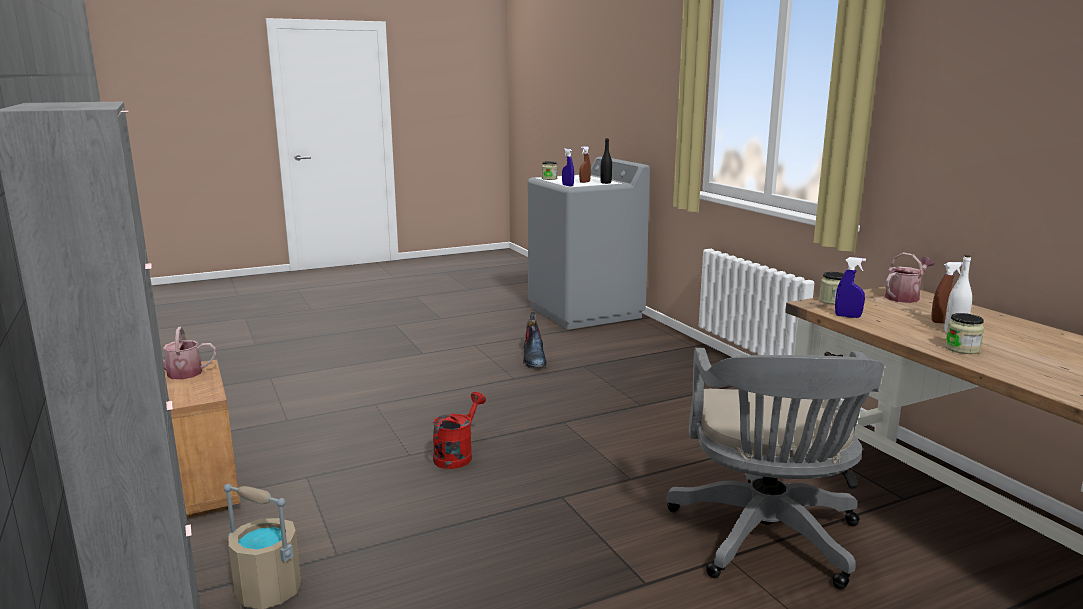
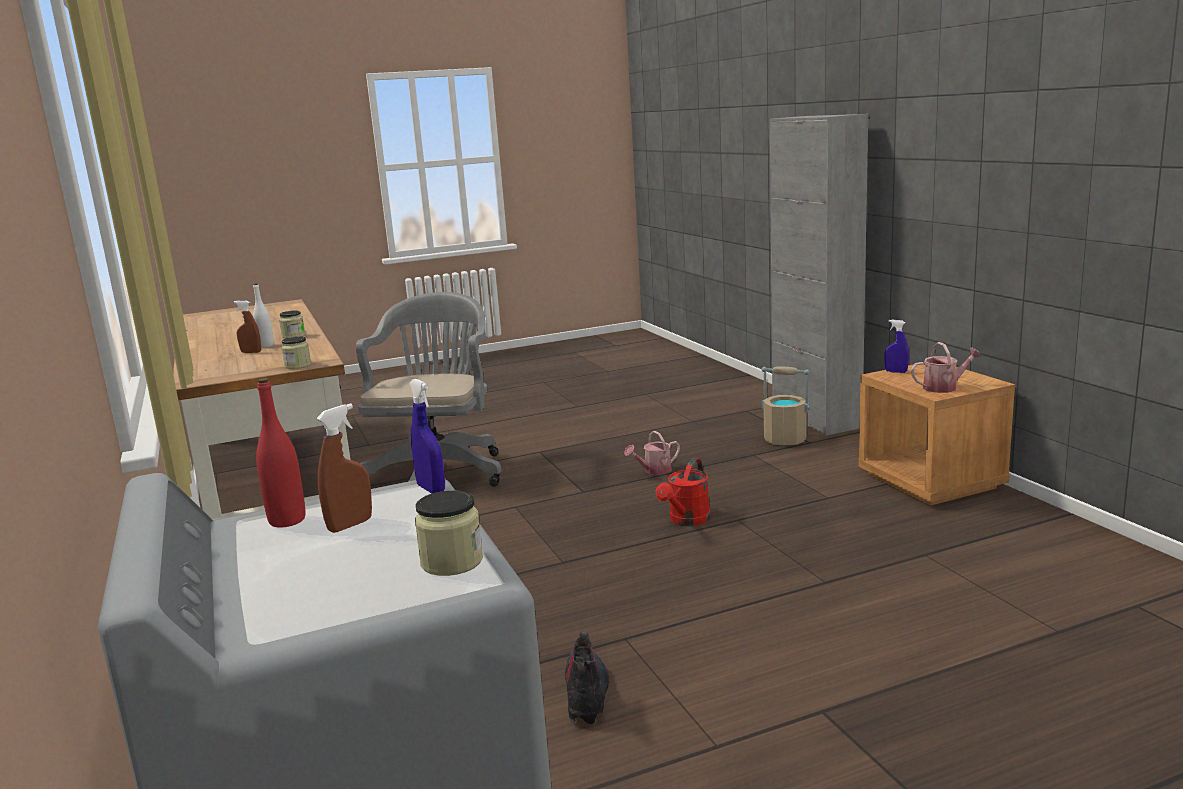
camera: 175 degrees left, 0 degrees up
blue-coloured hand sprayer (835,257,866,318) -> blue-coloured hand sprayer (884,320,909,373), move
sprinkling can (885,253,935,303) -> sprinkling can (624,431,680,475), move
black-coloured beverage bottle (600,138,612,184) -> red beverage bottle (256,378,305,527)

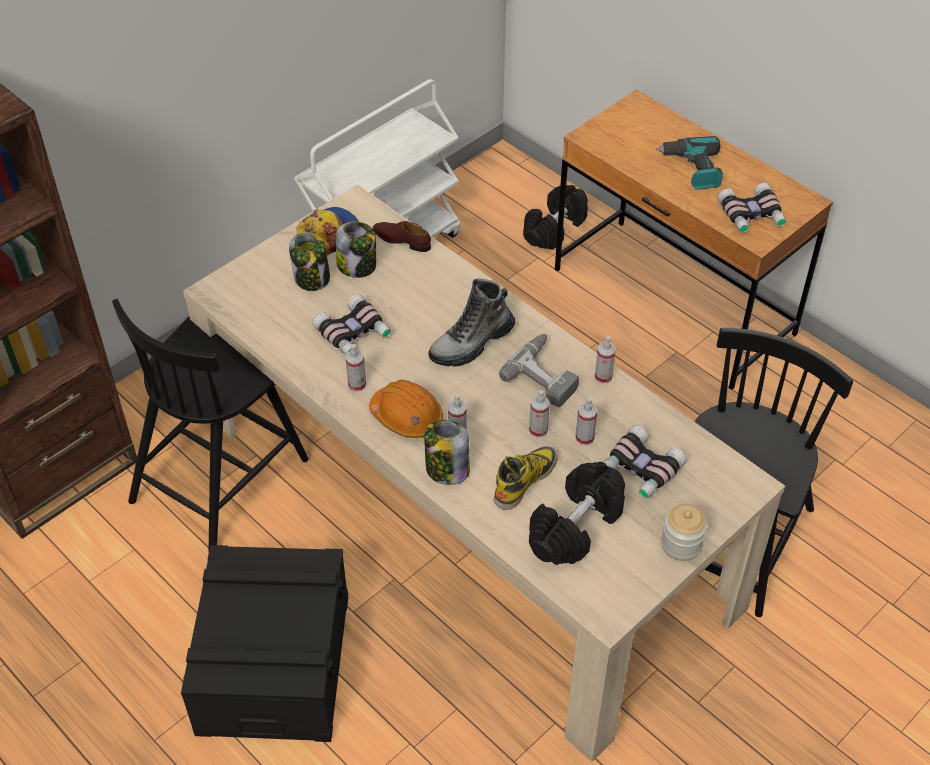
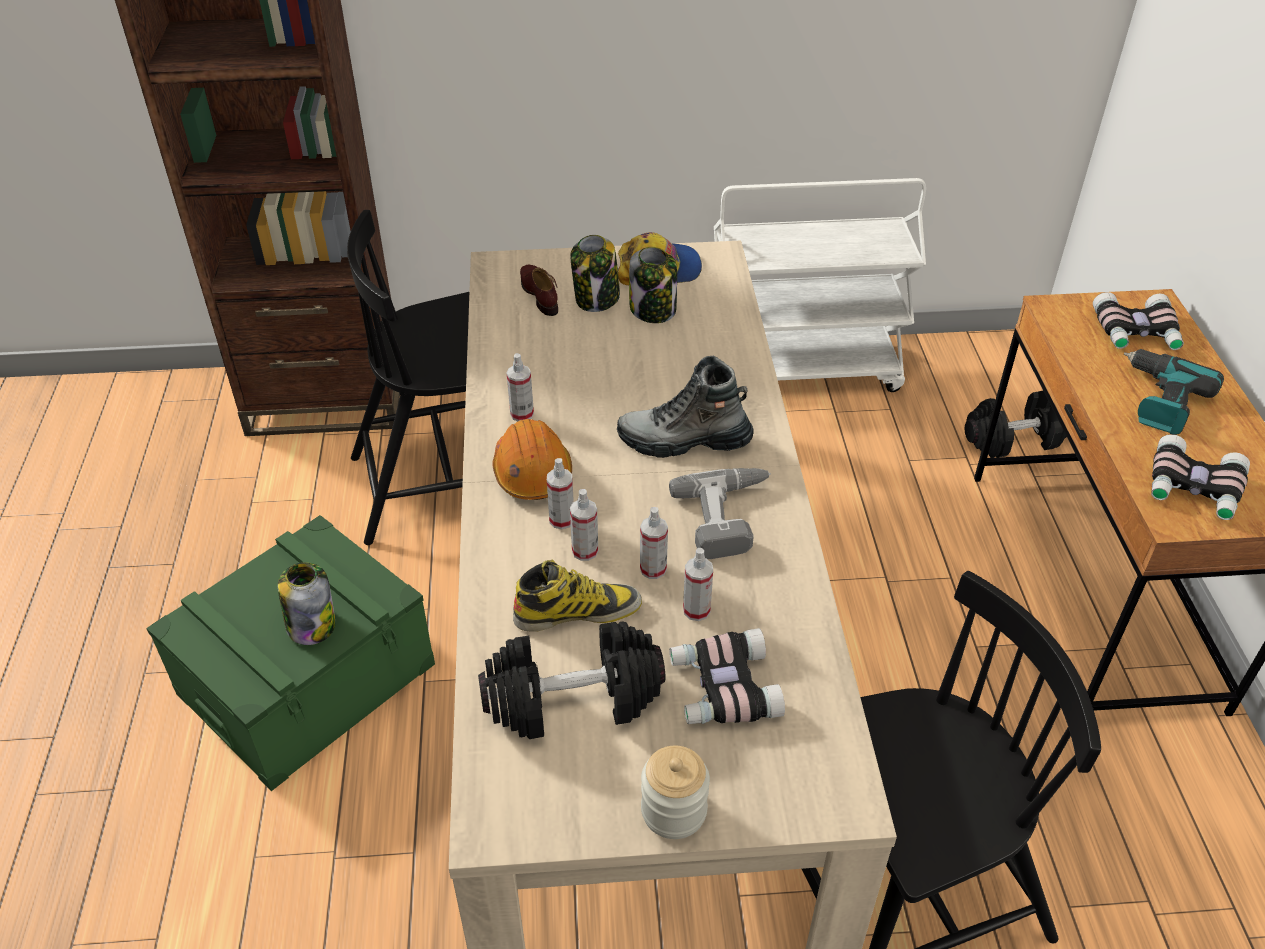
camera: 40 degrees right, 5 degrees down
binoculars (312,294,391,355) -> binoculars (1093,292,1184,350), move
brownish low shoe (373,221,431,252) -> brownish low shoe (520,265,558,316), move
jar (424,420,470,485) -> jar (278,562,336,645), move
hand sprayer (595,336,616,383) -> hand sprayer (570,489,598,561), move
black-coloured storage container (181,545,348,742) -> green-coloured storage container (146,515,435,791)

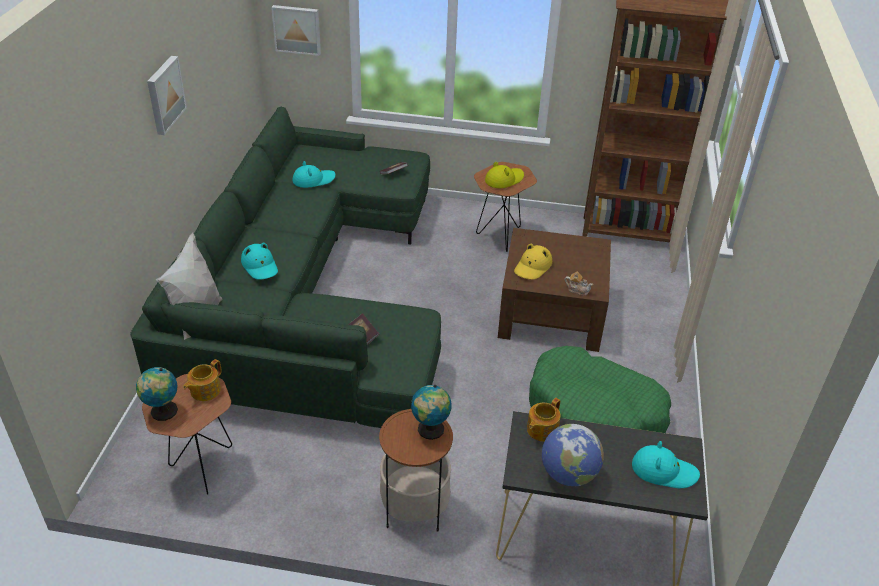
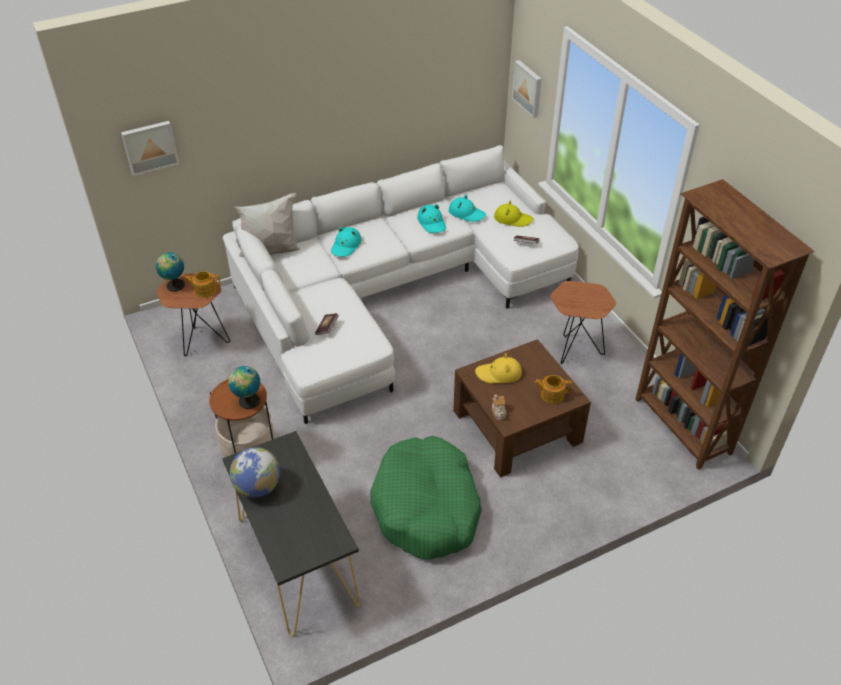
camera: 55 degrees right, 5 degrees up
wall picture (147,56,187,135) -> wall picture (121,121,179,176), move
yellow hat (485,162,524,188) -> yellow hat (494,201,533,227), move
pot for tea (527,398,561,442) -> pot for tea (534,375,572,404), move
turquoise-coloured hat (632,441,700,488) -> turquoise-coloured hat (417,204,446,233), move
green-coloured settee (130,107,441,428) -> whitish settee (223,145,579,424)

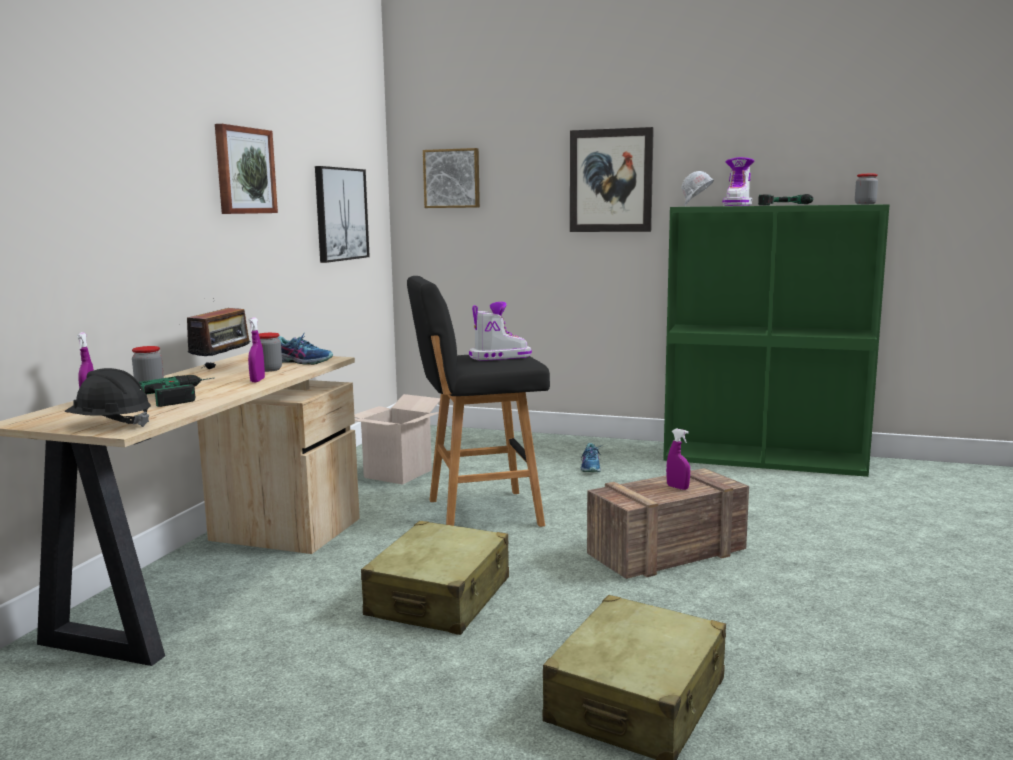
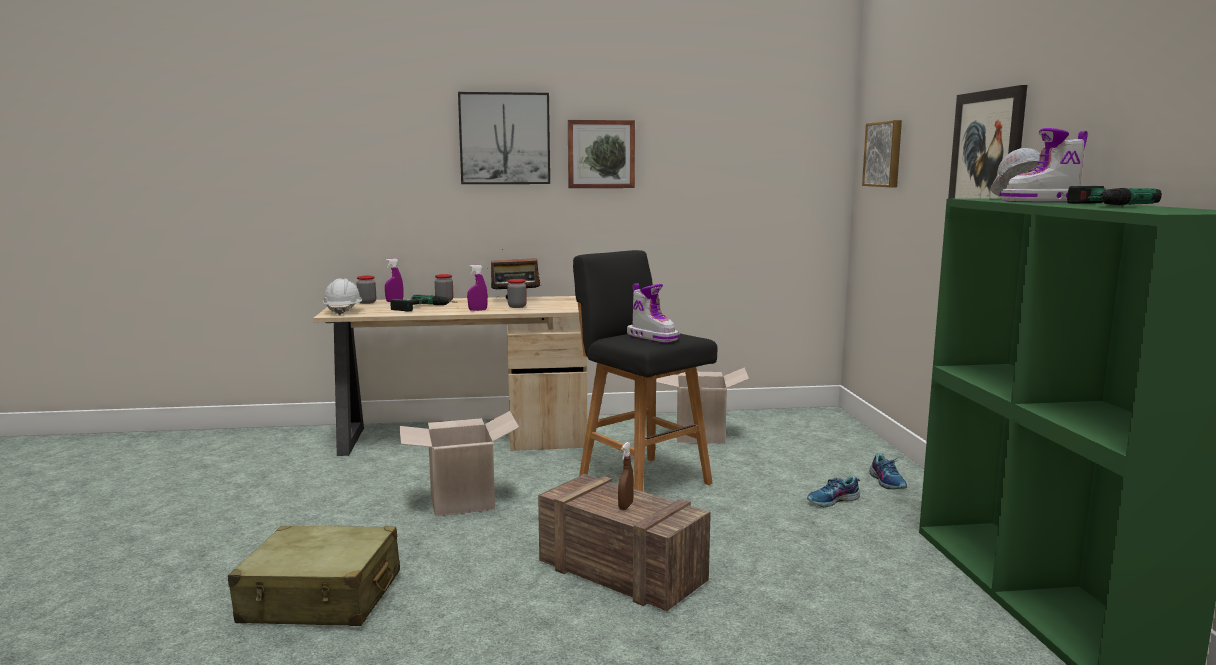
camera: 65 degrees right, 0 degrees up
low shoe (278,333,333,365) -> low shoe (869,454,907,489), move
wall picture (315,166,370,263) -> wall picture (458,92,550,184), move
jar (855,174,878,205) -> jar (357,276,376,304), move
beige piece of luggage (361,521,509,635) -> cardboard box (399,411,519,516)
black-coloured work helmet (65,368,151,427) -> whitish work helmet (322,278,362,315)
purple hand sprayer (666,429,690,490) -> brownish hand sprayer (618,442,634,510)

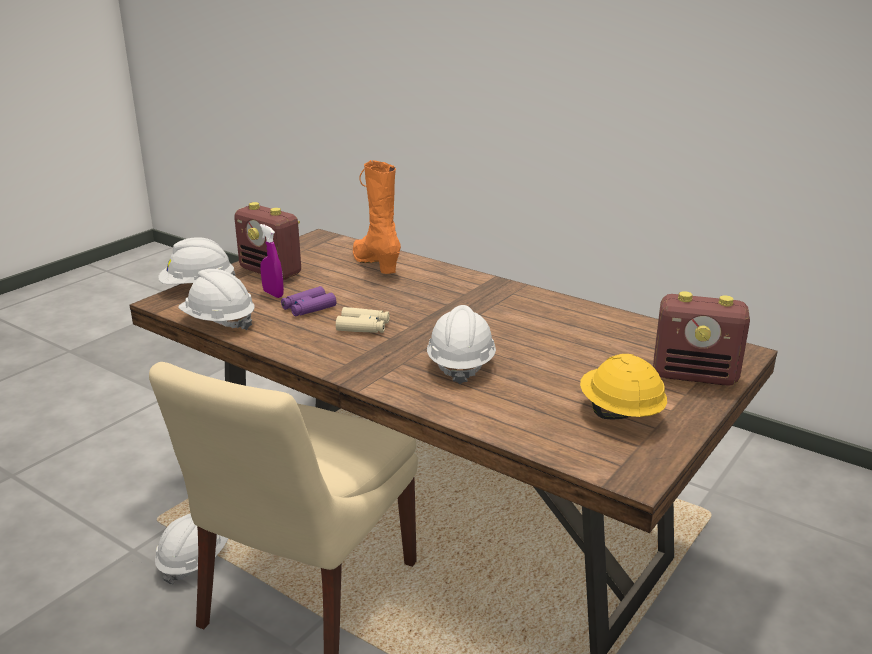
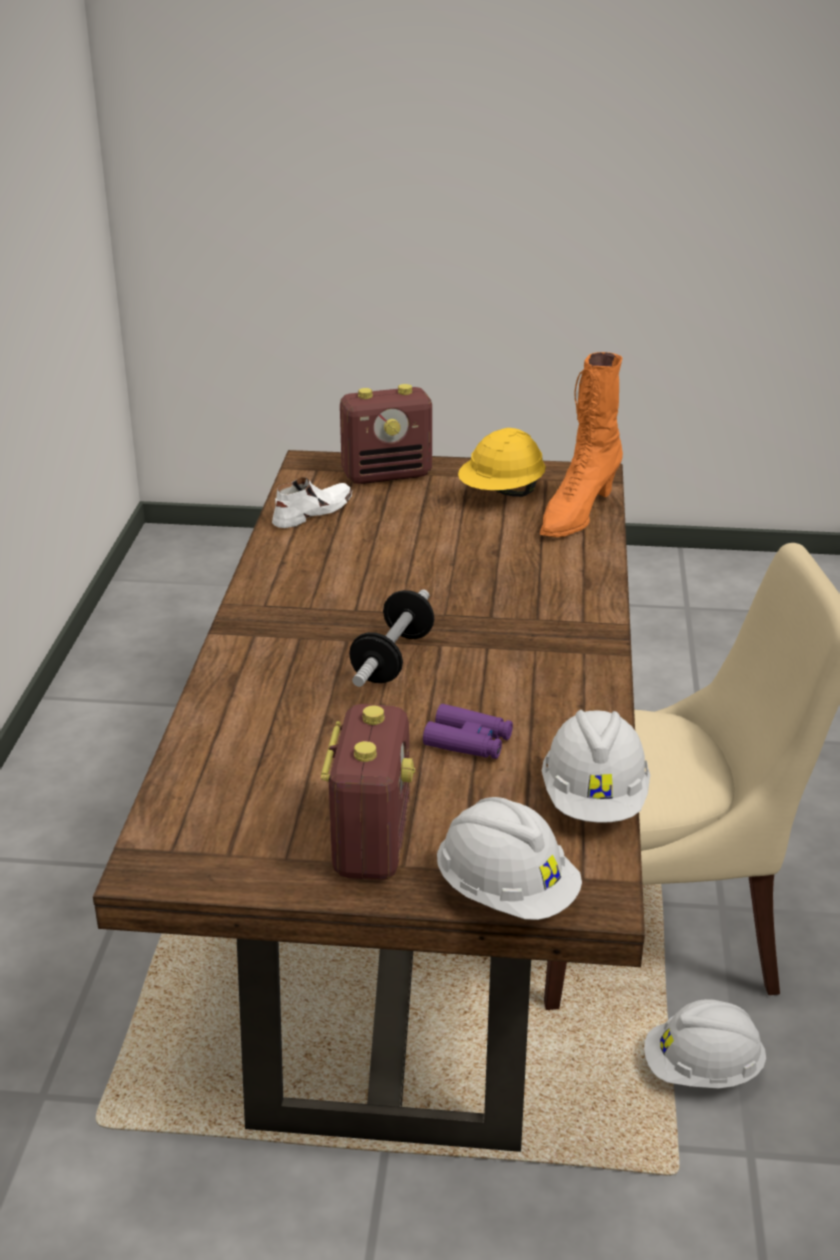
camera: 120 degrees left, 5 degrees up
purple hand sprayer (260,224,284,298) -> none
beige binoculars (336,307,390,333) -> none
whitish work helmet (427,305,496,384) -> none
none -> whitish low shoe (272,477,352,528)
none -> free weight (349,590,434,687)
orange boot (353,160,401,274) -> orange boot (540,352,623,537), move
radio (653,291,750,386) -> radio (340,384,432,484), 90 degrees clockwise

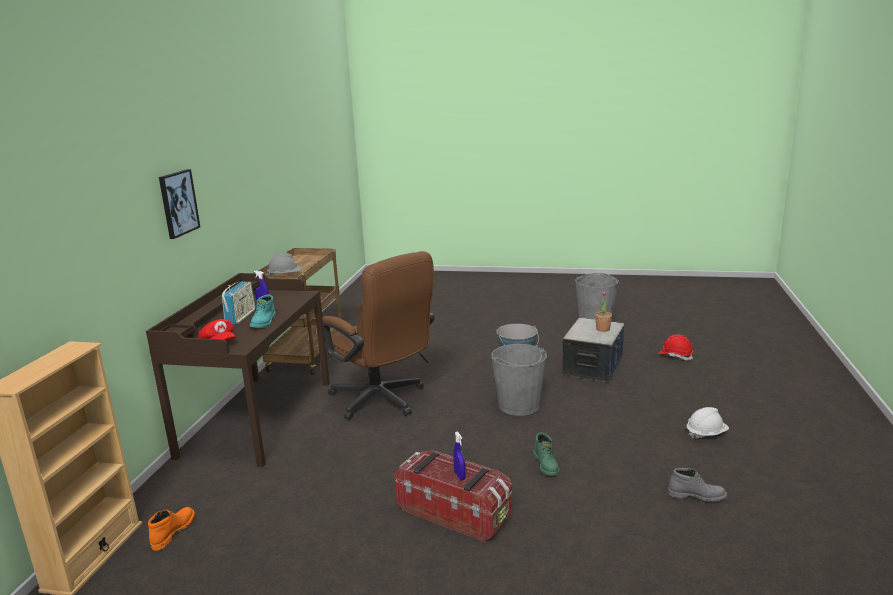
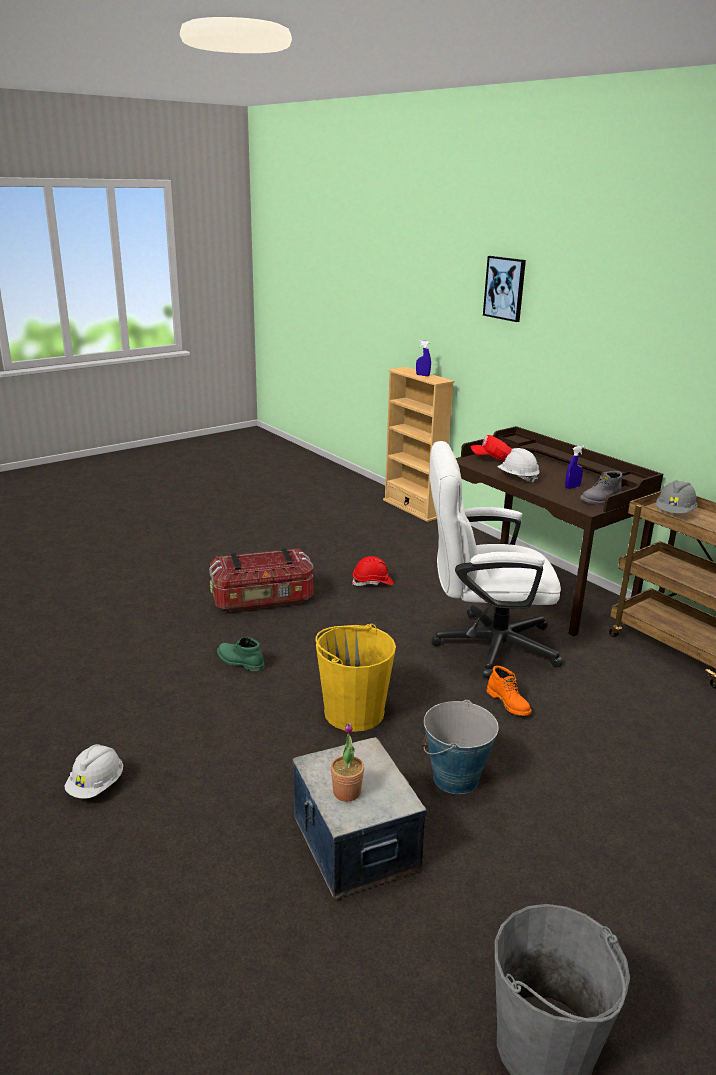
camera: 130 degrees right, 5 degrees up
radio (222,281,256,325) -> none
orange boot (148,507,195,551) -> orange boot (486,666,531,716), move
wall picture (159,169,200,239) -> wall picture (483,256,526,322), move
blue-coloured hand sprayer (453,431,466,480) -> blue-coloured hand sprayer (416,340,431,376), move
red work helmet (658,334,693,360) -> red work helmet (352,556,393,586), move
gray boot (668,468,727,502) -> gray boot (580,471,622,505), move
turquoise-coloured boot (250,295,276,328) -> whitish work helmet (497,448,540,484)
brownish computer chair (322,251,435,420) -> whitish computer chair (430,441,563,678)
gray bucket (491,344,547,416) -> yellow bucket (315,624,396,732)

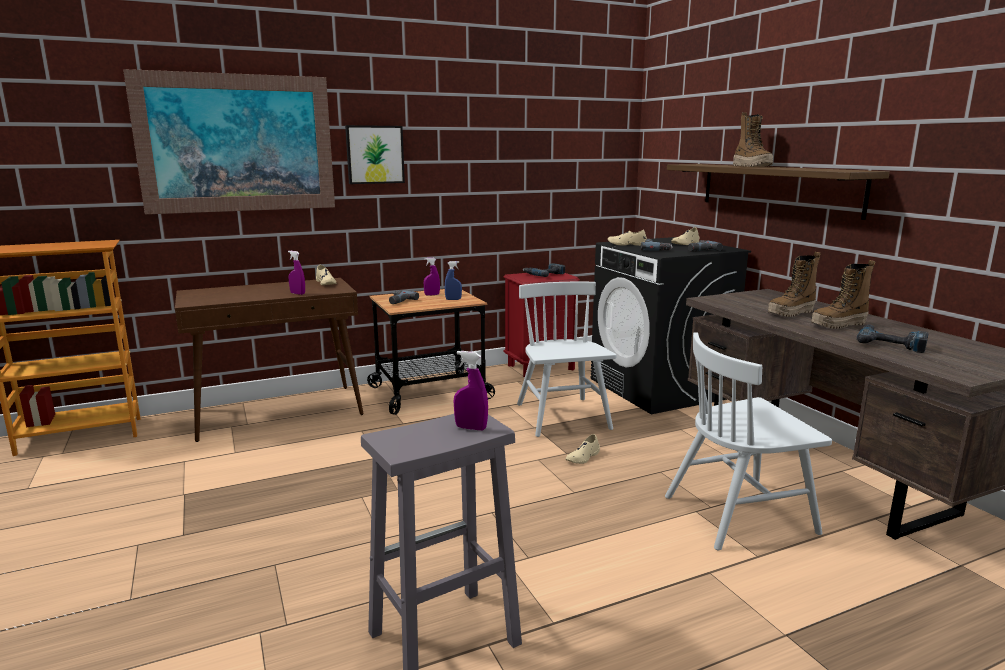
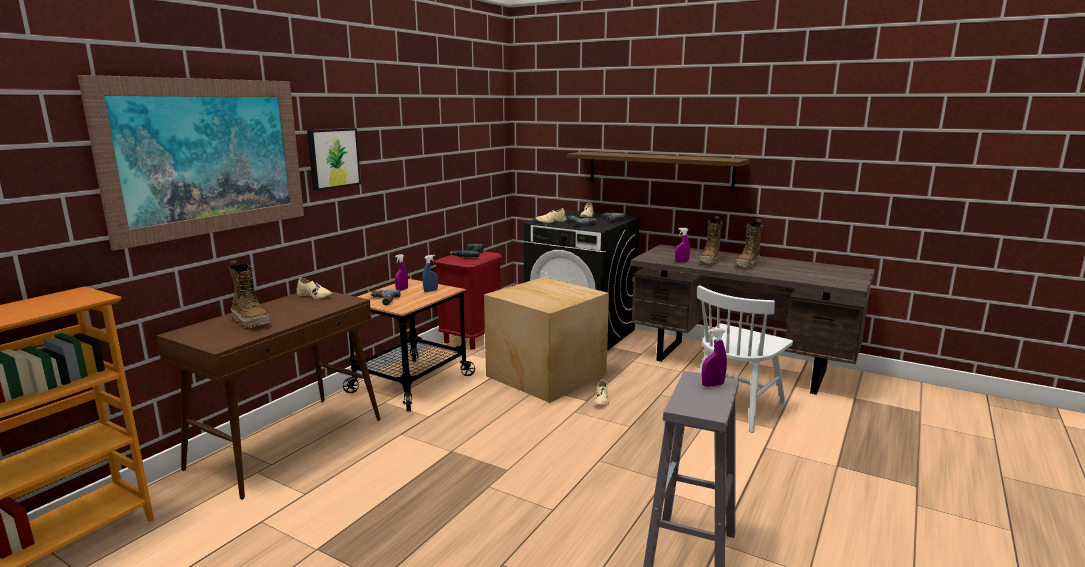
camera: 35 degrees left, 0 degrees up
drill (857,324,929,353) -> none
purple hand sprayer (288,251,305,295) -> purple hand sprayer (675,228,690,262), move
boot (733,112,773,167) -> boot (229,261,270,328), move
whitish chair (517,282,617,437) -> cardboard box (484,277,609,403)

